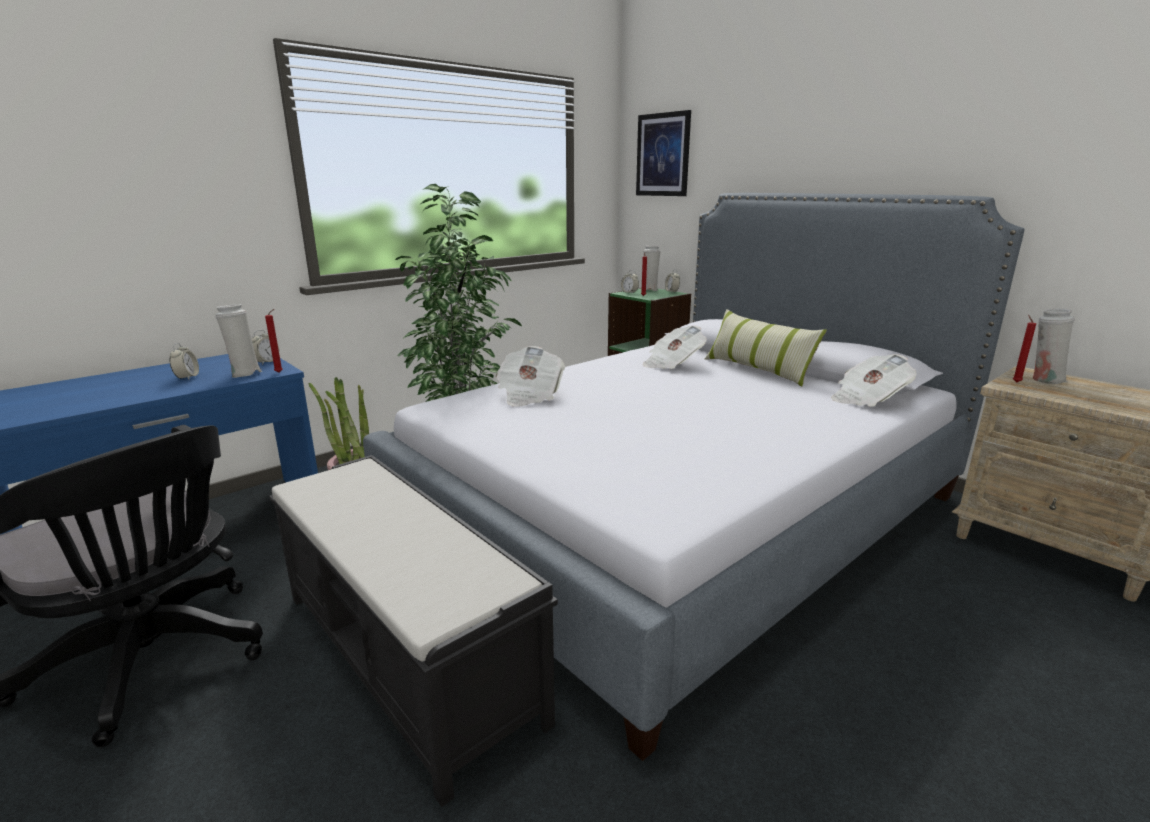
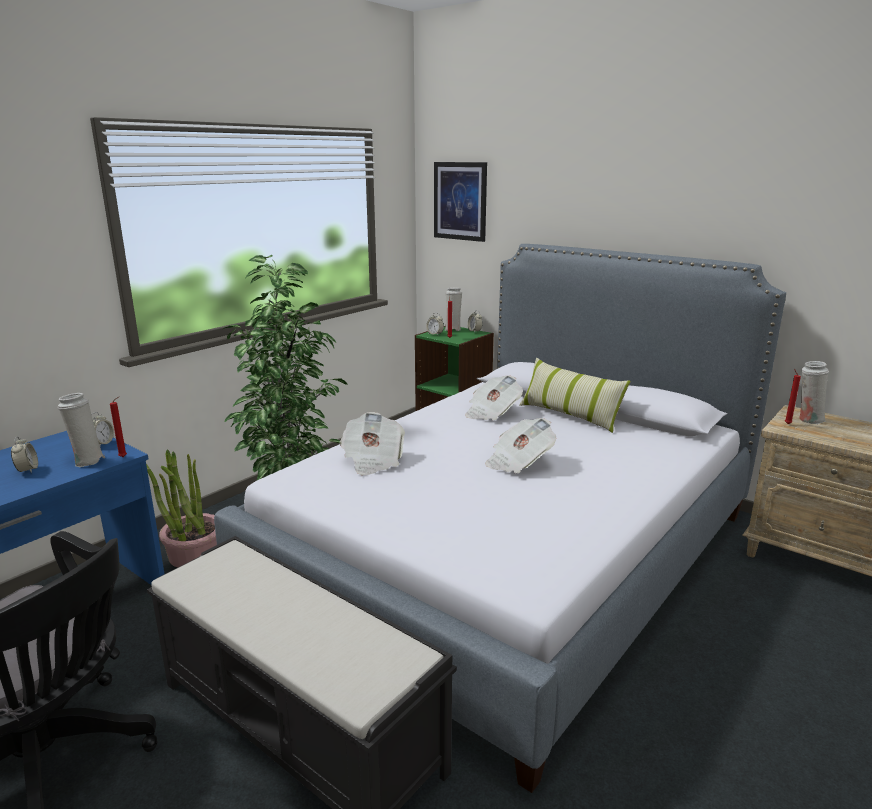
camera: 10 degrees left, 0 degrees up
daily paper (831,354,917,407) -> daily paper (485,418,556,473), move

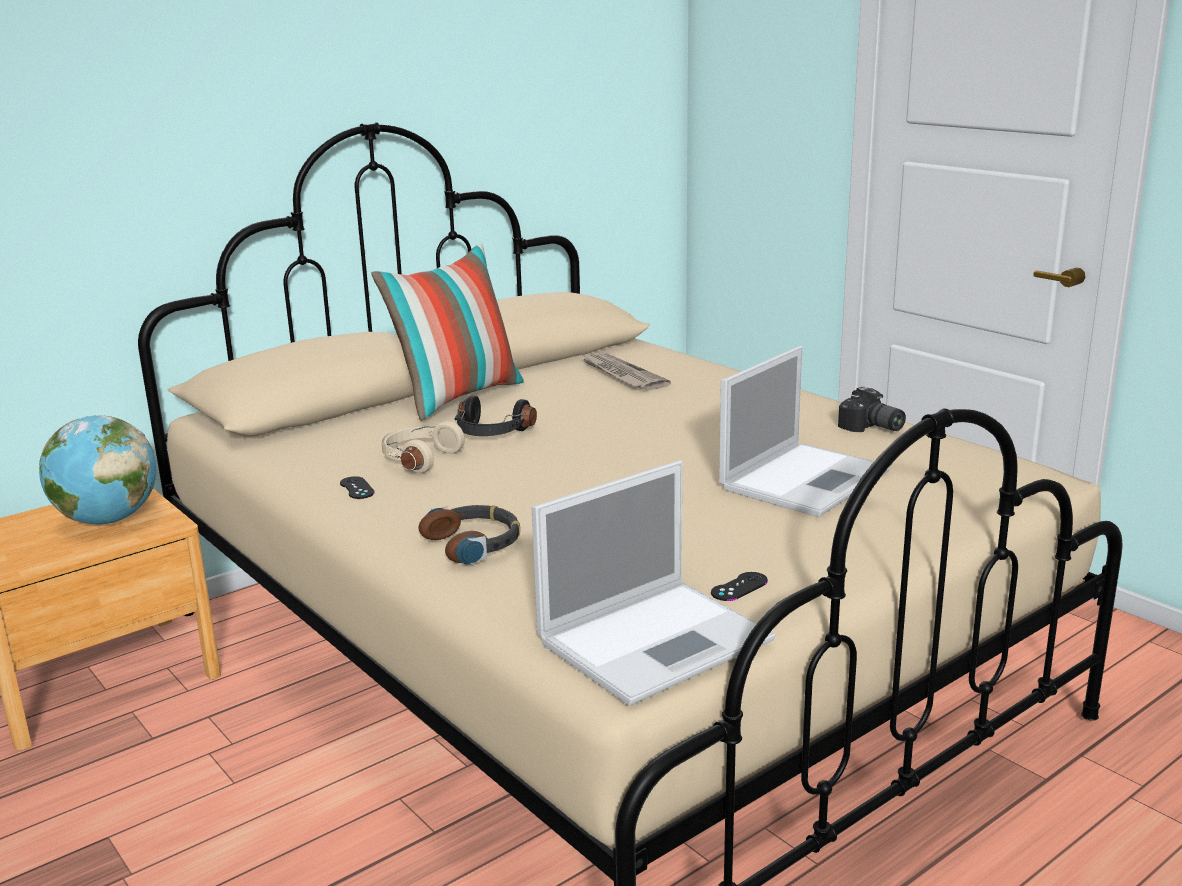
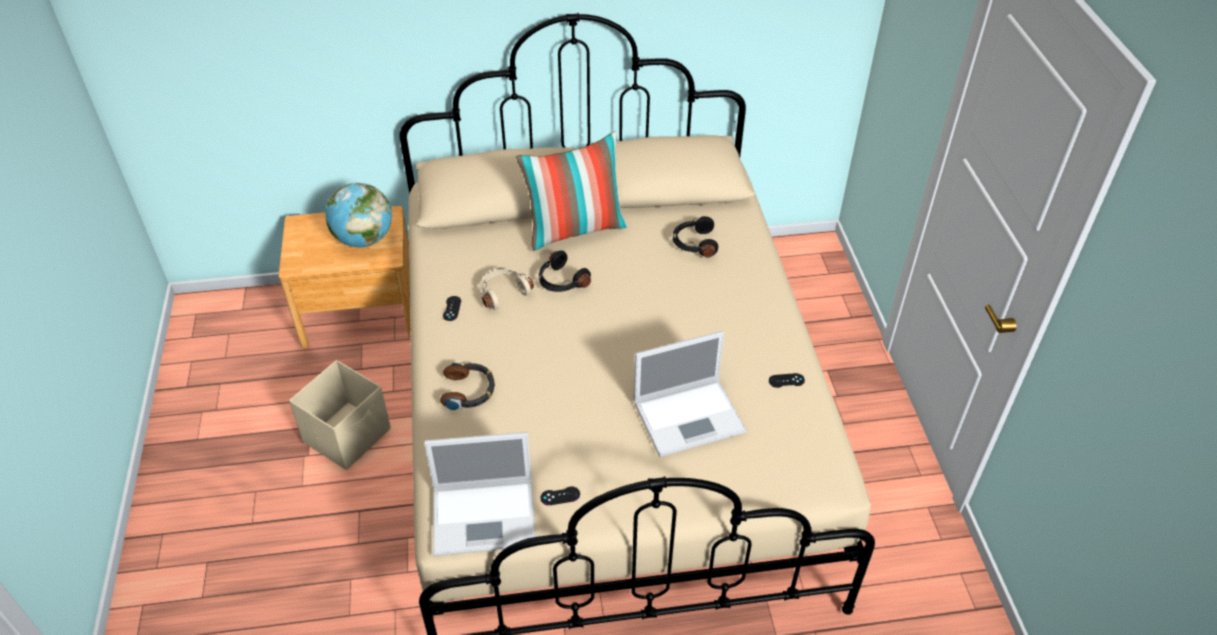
camera: 30 degrees right, 25 degrees up
none -> beige storage container (289,360,391,470)
daily paper (581,353,671,391) -> black-coloured headset (673,216,718,257)
still camera (838,387,906,432) -> black-coloured game controller (769,373,805,388)

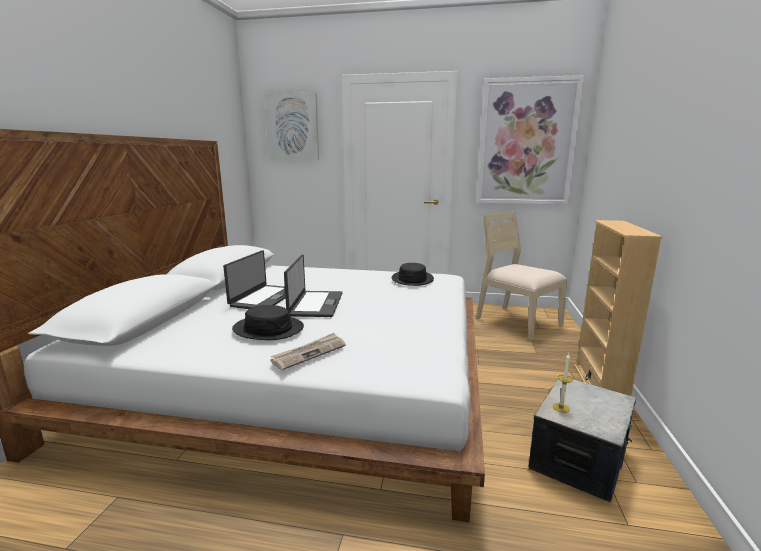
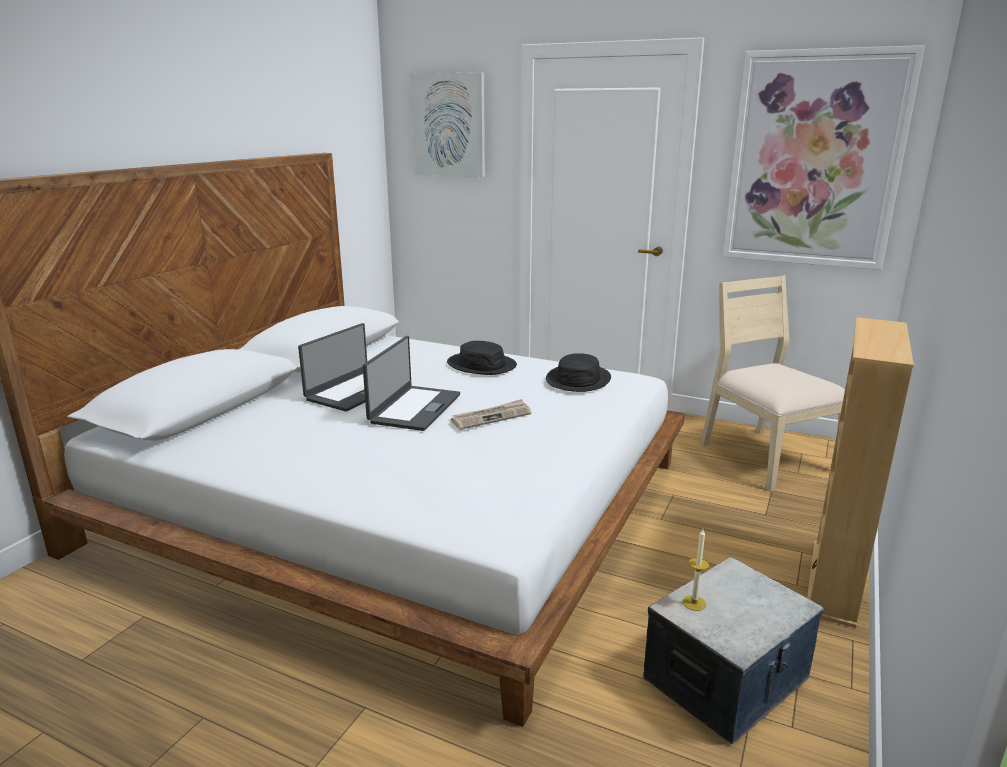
camera: 15 degrees right, 5 degrees up
black-coloured hat (232,305,304,340) -> black-coloured hat (447,341,517,375), move
daily paper (270,333,346,370) -> daily paper (451,399,531,430), move

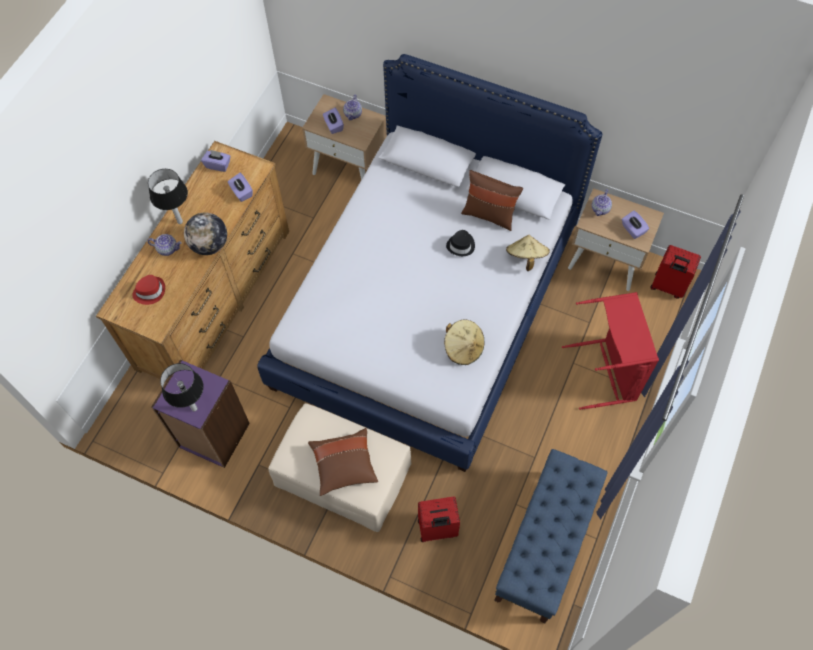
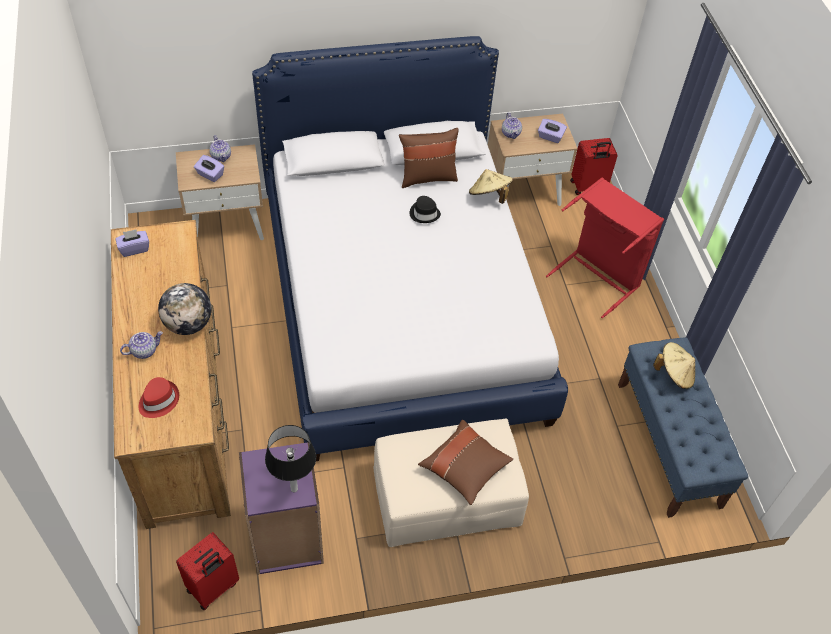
camera: 40 degrees left, 10 degrees down
lamp for a table (148,169,188,224) -> none
purple tissue holder (228,173,253,202) -> none
red piece of luggage (418,497,460,542) -> red piece of luggage (176,532,239,610), move
beige hat (444,319,484,365) -> beige hat (653,342,695,389), move

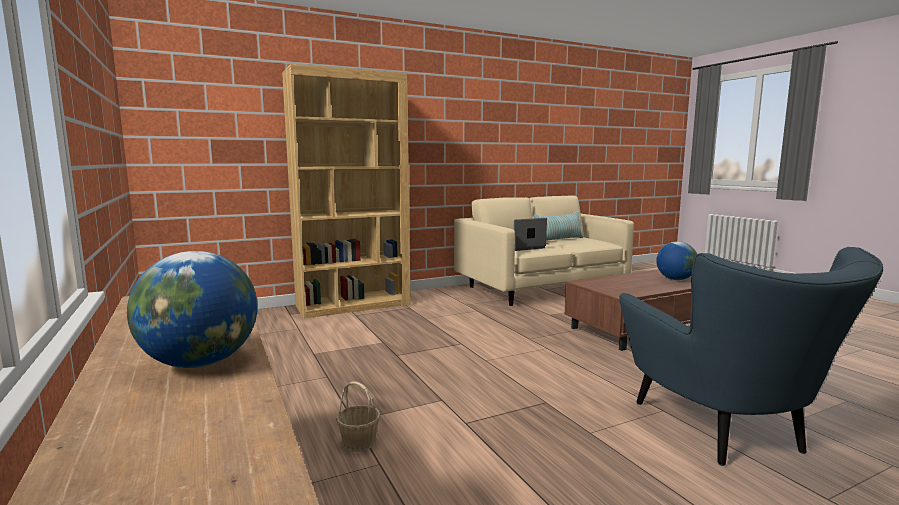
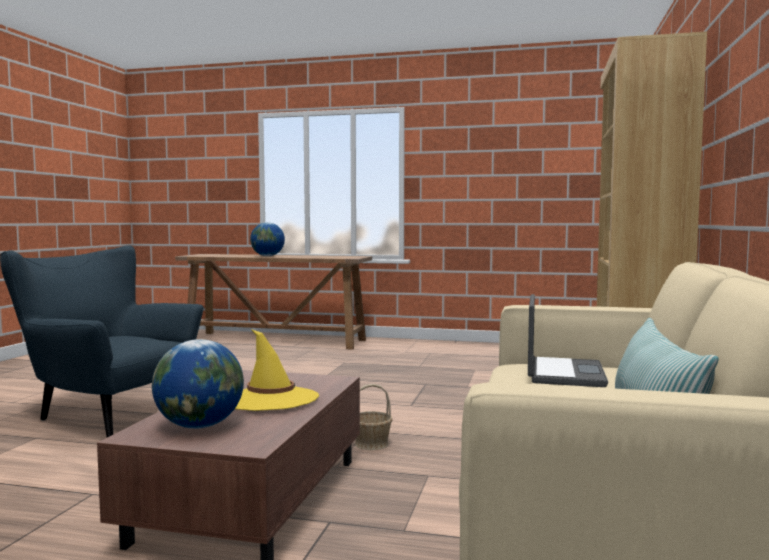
camera: 130 degrees right, 5 degrees down
none -> yellow hat (235,329,319,411)
storage basket (336,382,381,452) -> storage basket (355,384,393,450), move

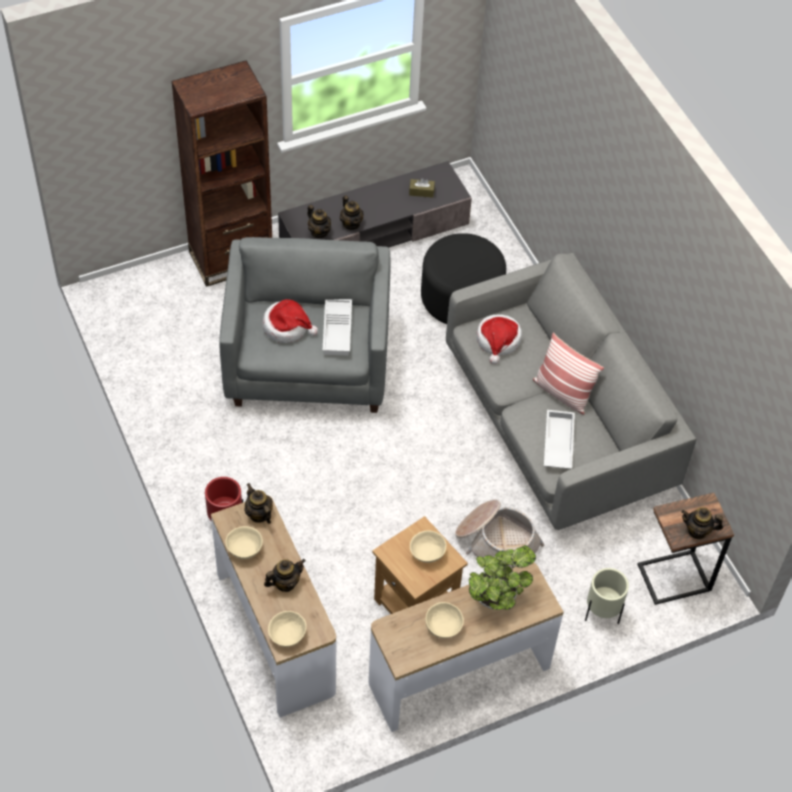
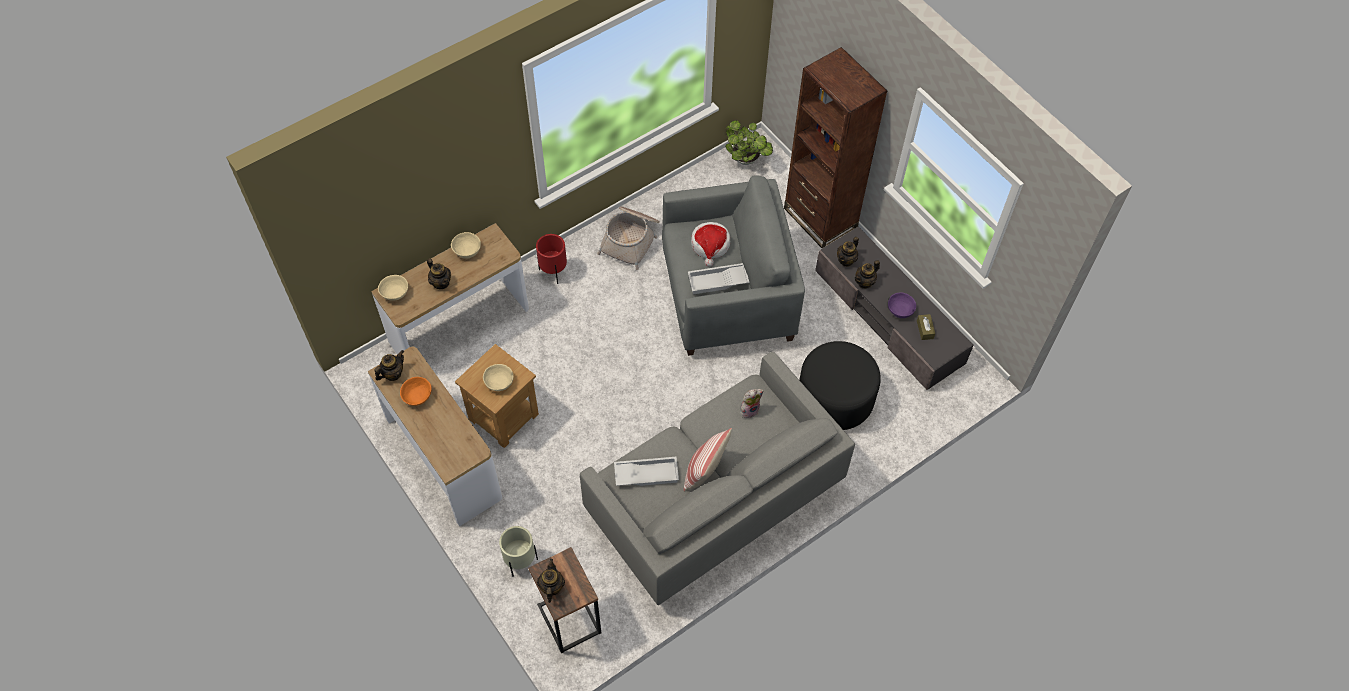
camera: 80 degrees right, 5 degrees up
none -> purple deep dish (888,292,916,318)
pot for tea (245,483,273,524) -> pot for tea (374,350,404,381), move
storage basket (455,500,544,568) -> storage basket (597,206,660,270), move
potted plant (469,545,536,610) -> potted plant (725,120,773,165), move
hat (477,314,522,364) -> plush toy (740,389,764,418)
beige deep dish (425,602,464,638) -> orange deep dish (400,377,432,406)

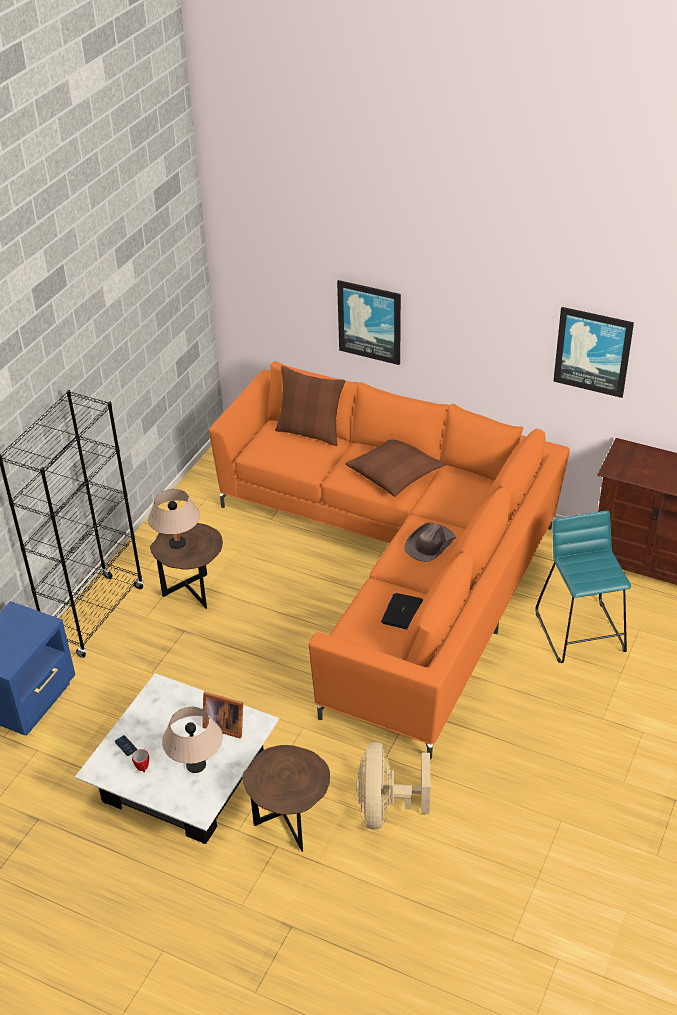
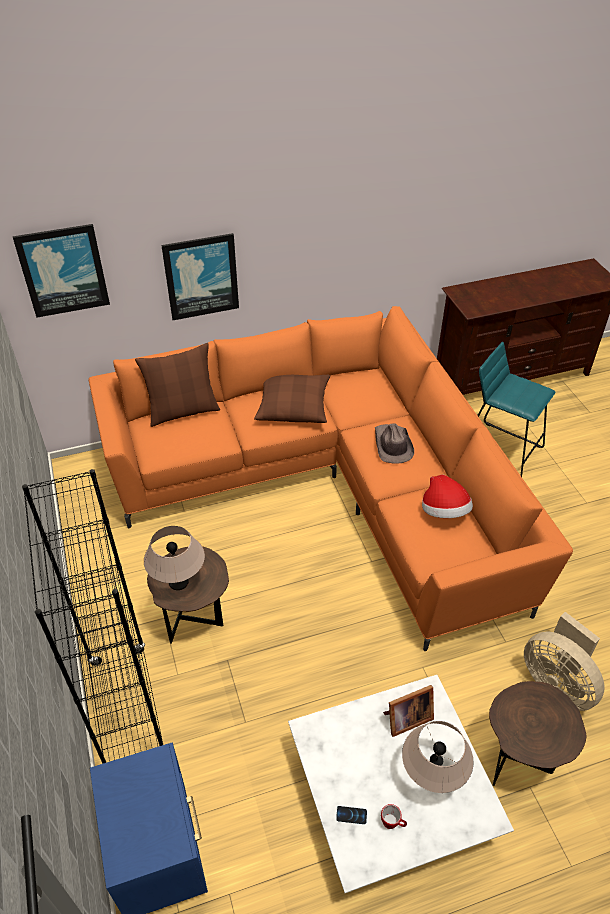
camera: 45 degrees left, 5 degrees up
wall picture (553,307,634,398) -> wall picture (13,224,110,318), move
laptop (381,593,423,629) -> hat (422,475,473,518)

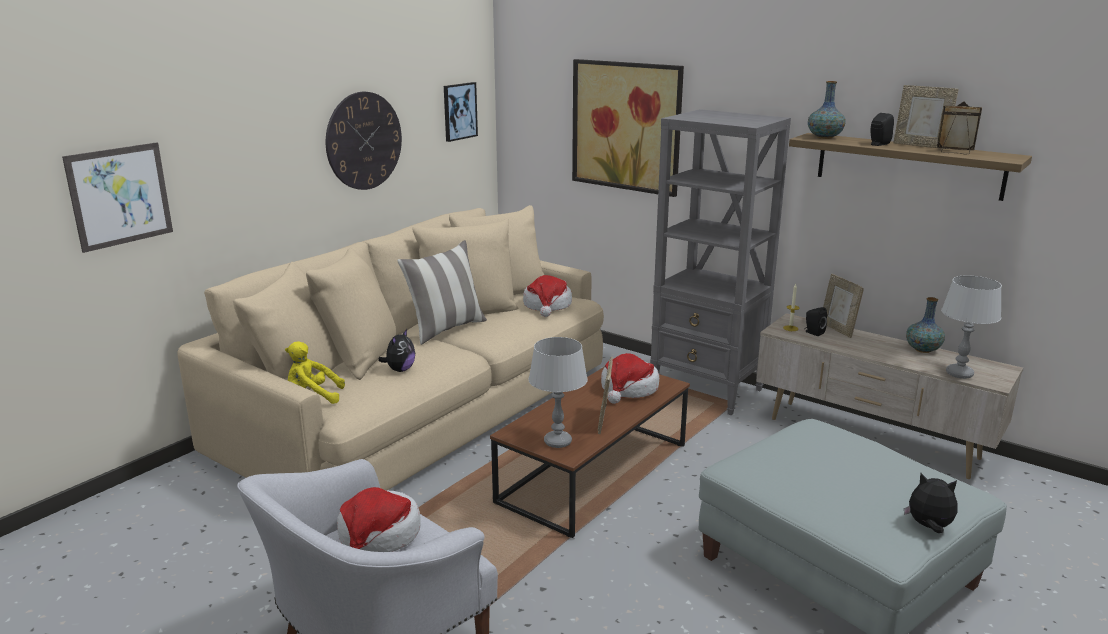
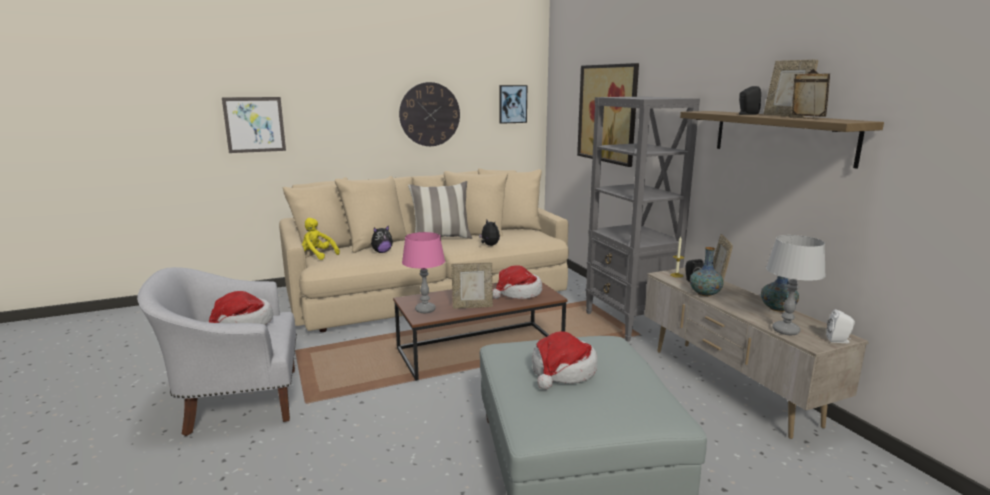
camera: 30 degrees right, 5 degrees down
none -> whitish speaker (826,309,855,343)
hat (523,275,572,317) -> hat (532,331,598,390), move
vase (808,81,846,139) -> vase (690,247,723,296), move
plush toy (904,473,957,533) -> plush toy (479,220,500,246), move
gray lamp for a table (529,337,588,448) -> pinkish lamp for a table (402,232,445,313)
standing frame (598,357,613,434) -> standing frame (452,262,493,309), 135 degrees counterclockwise

